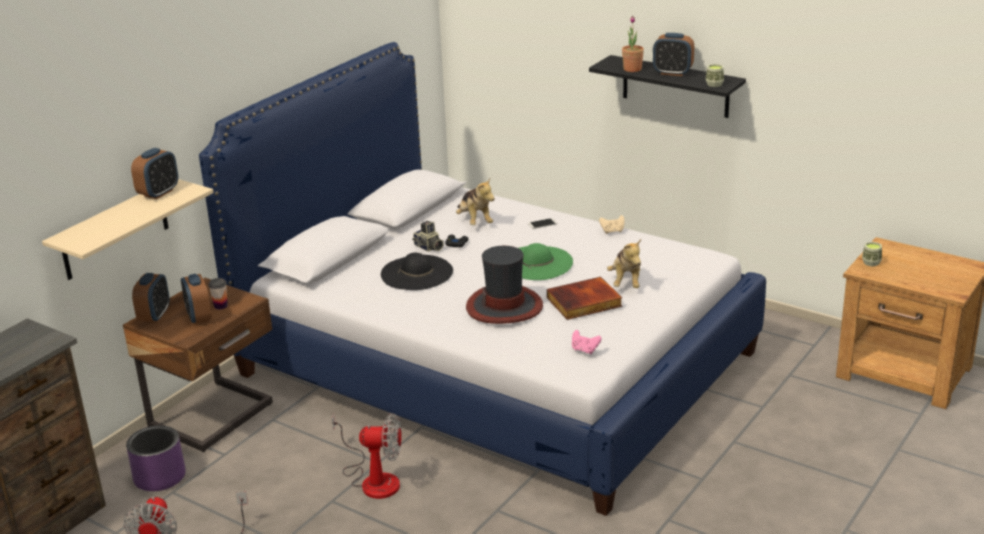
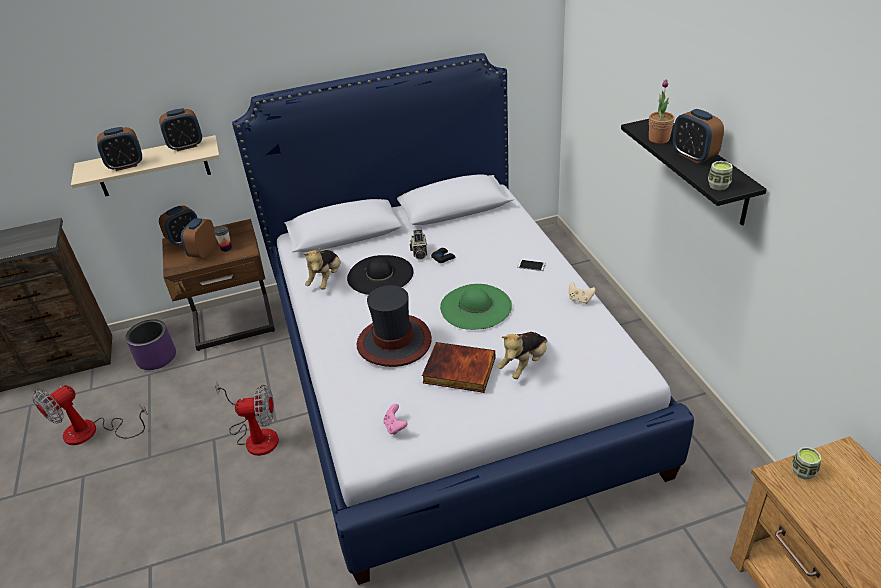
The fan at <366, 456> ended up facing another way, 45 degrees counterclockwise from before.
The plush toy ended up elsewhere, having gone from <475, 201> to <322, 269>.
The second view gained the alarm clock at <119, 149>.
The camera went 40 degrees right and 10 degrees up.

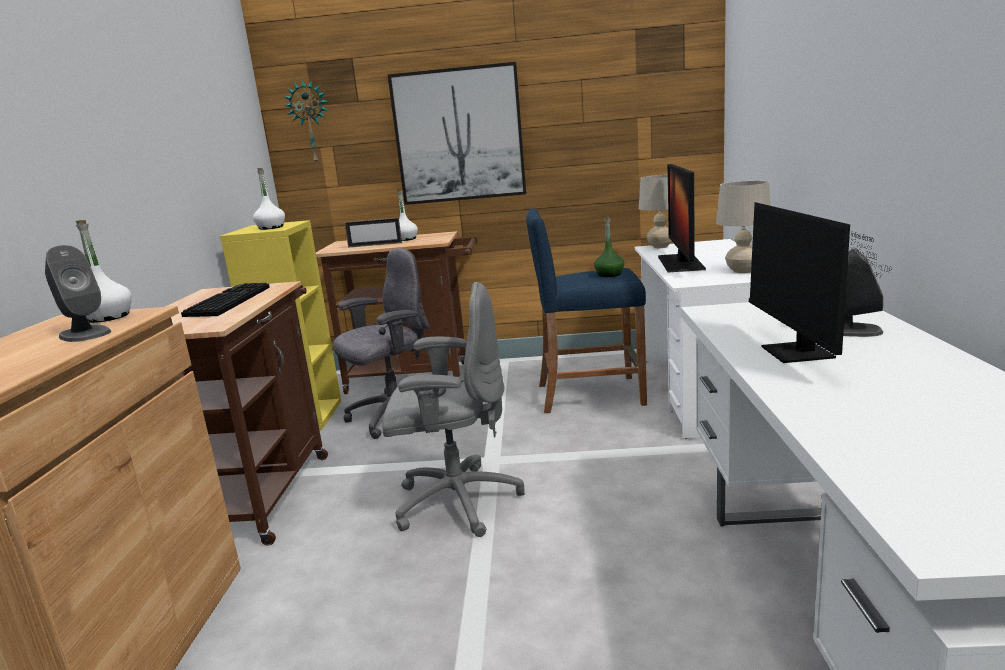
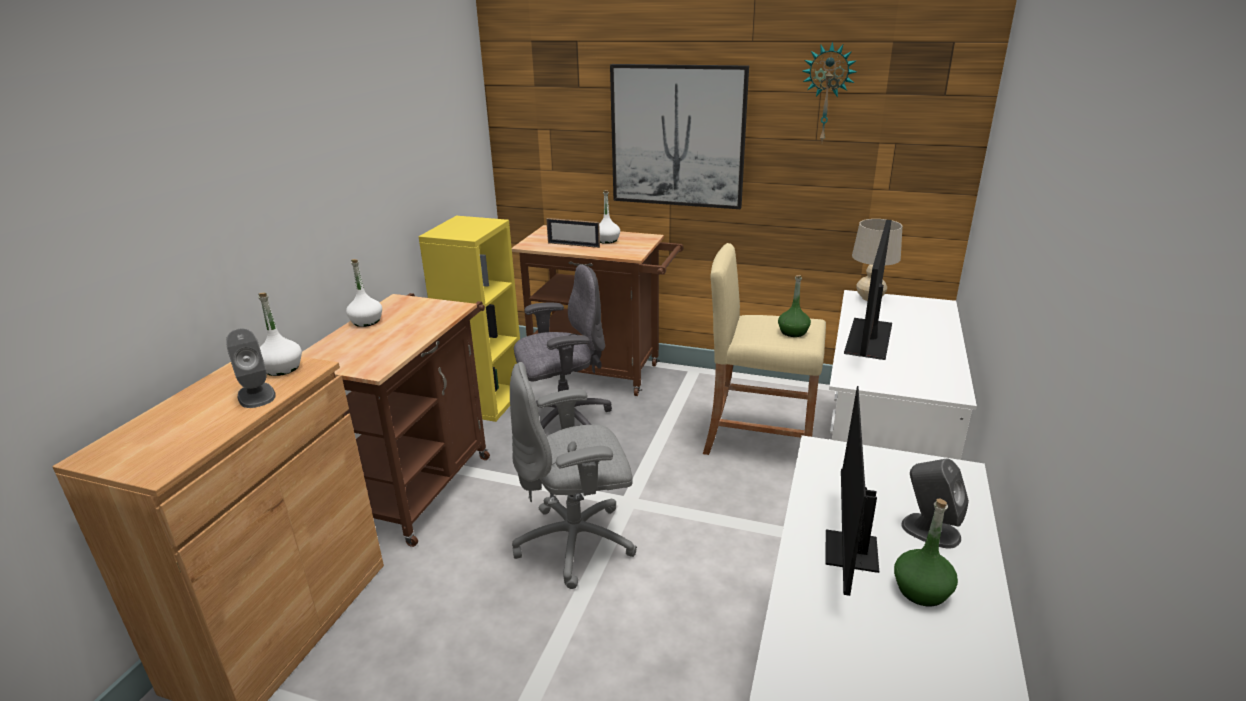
The second view lost the keyboard at <225, 300>.
The bottle in white ended up elsewhere, having gone from <269, 199> to <364, 293>.
The wall clock ended up elsewhere, having gone from <306, 122> to <829, 92>.
The office chair in grey at <453, 409> ended up facing another way, 150 degrees clockwise from before.
What was the stool in blue at <586, 310> turned into the stool in beige at <764, 349>.
The second view lost the table lamp in beige at <743, 227>.
The second view gained the bottle in green at <926, 553>.
The camera went 15 degrees right and 10 degrees up.

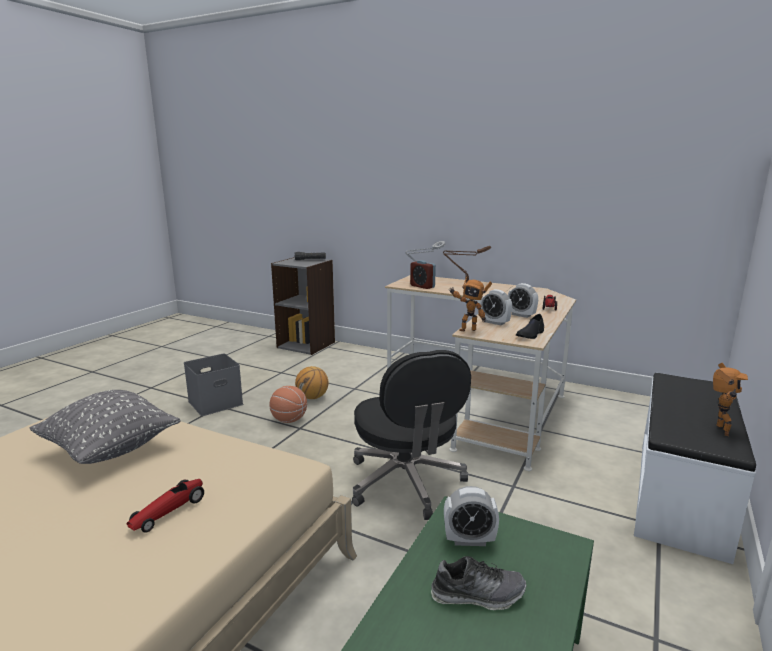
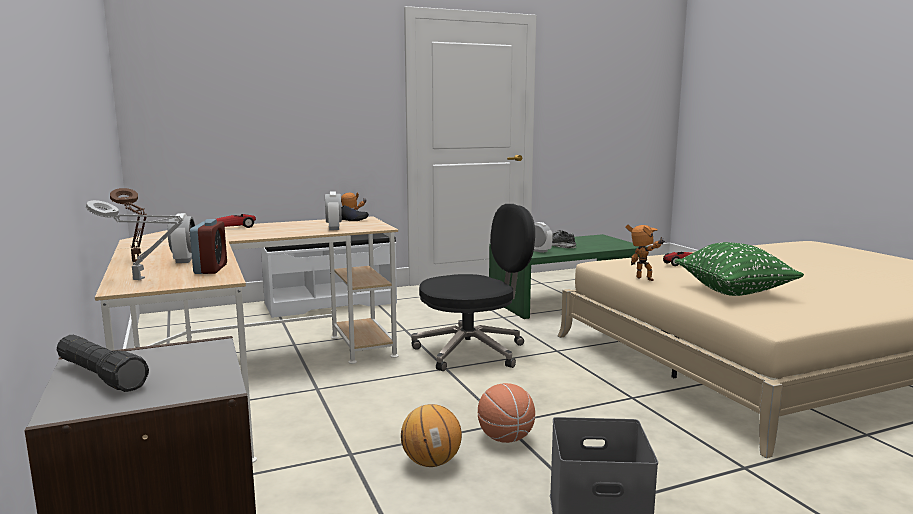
What was the pillow in grey at <105, 427> turned into the pillow in green at <739, 269>.
The office chair in black at <411, 435> ended up facing another way, 45 degrees clockwise from before.
The toy robot ended up elsewhere, having gone from <470, 303> to <645, 253>.
The alarm clock ended up elsewhere, having gone from <523, 300> to <181, 238>.
The camera went 140 degrees left and 5 degrees down.

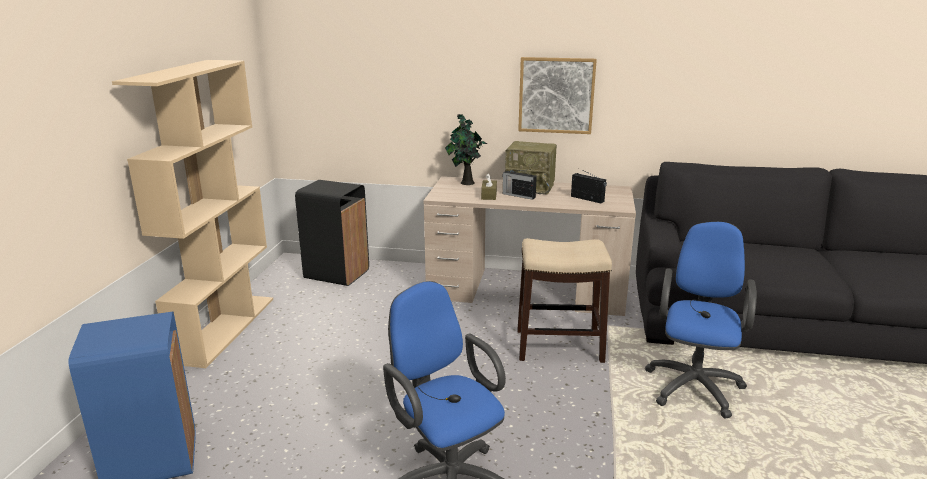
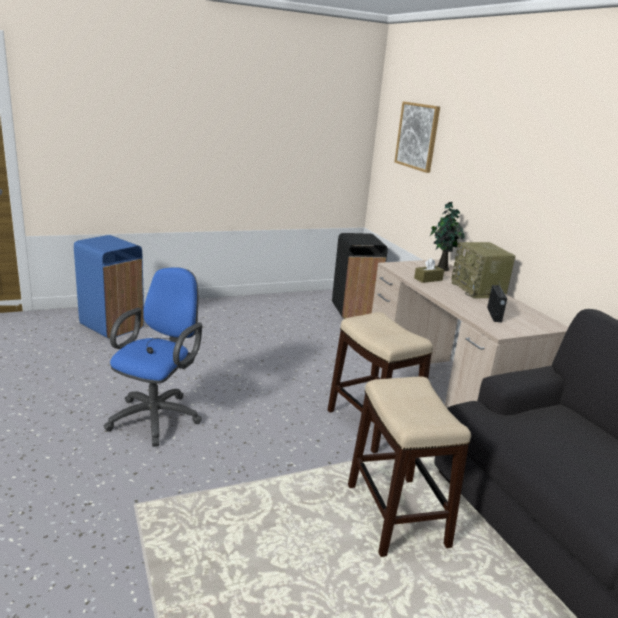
The second view lost the bookcase in beige at <192, 214>.
The second view lost the radio at <519, 184>.
The picture ended up elsewhere, having gone from <557, 95> to <417, 137>.
Where the office chair in blue stood at <701, 320>, the stool came to stand at <409, 467>.
The camera went 55 degrees right and 0 degrees up.

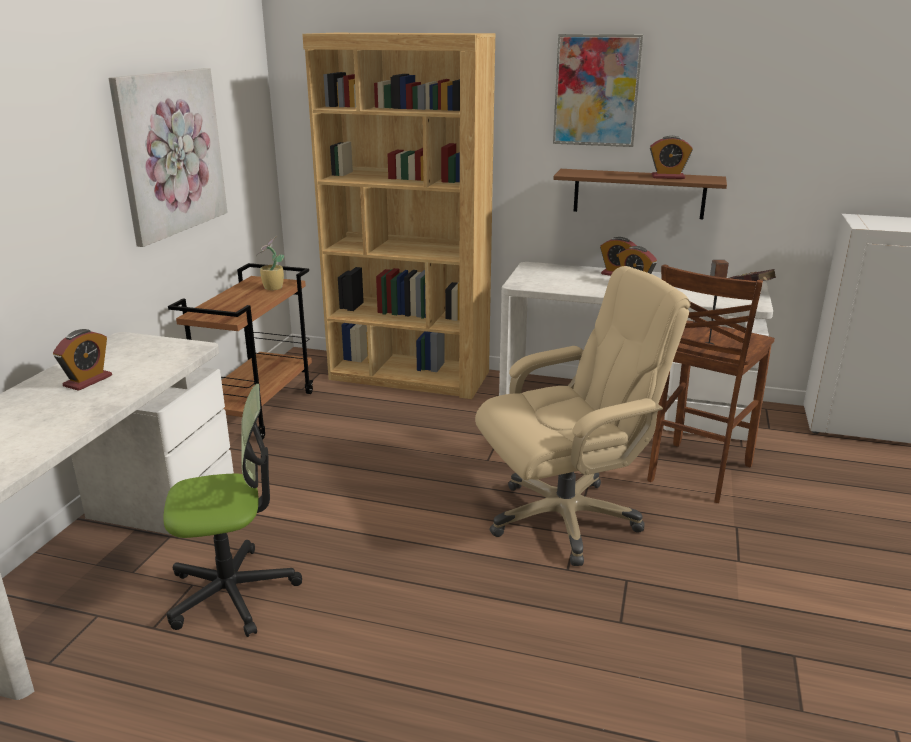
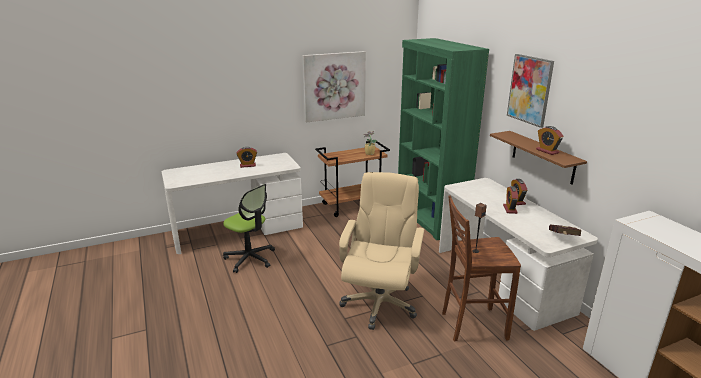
What was the bookcase in brown at <398, 216> turned into the bookcase in green at <443, 139>.
The office chair in beige at <582, 416> ended up facing another way, 105 degrees counterclockwise from before.
The camera went 50 degrees right and 0 degrees up.

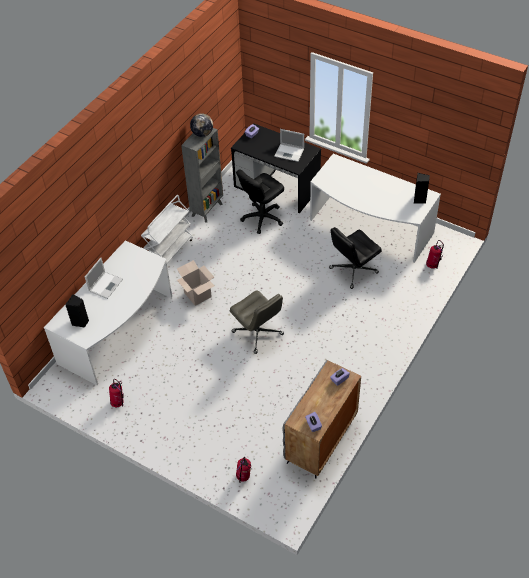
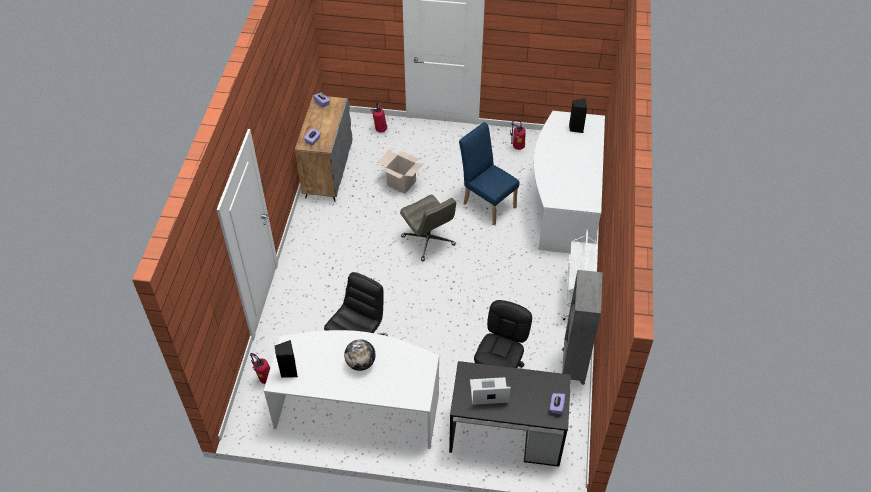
The second view lost the laptop at <104, 278>.
The cardboard box ended up elsewhere, having gone from <196, 283> to <401, 172>.
The globe ended up elsewhere, having gone from <201, 125> to <360, 355>.
The office chair in grey at <257, 322> ended up facing another way, 150 degrees counterclockwise from before.
The second view gained the chair in blue at <489, 173>.
The camera went 155 degrees right and 0 degrees up.

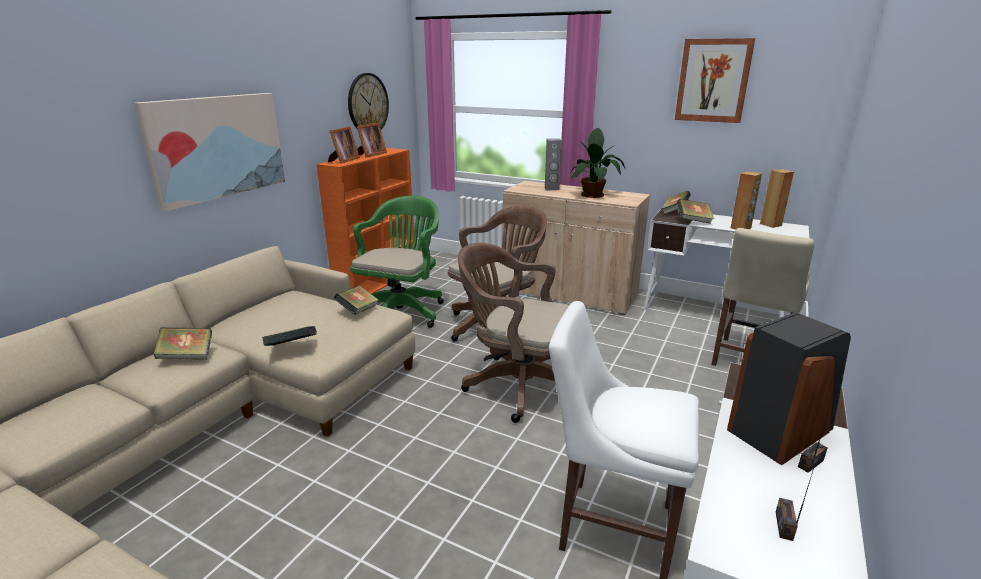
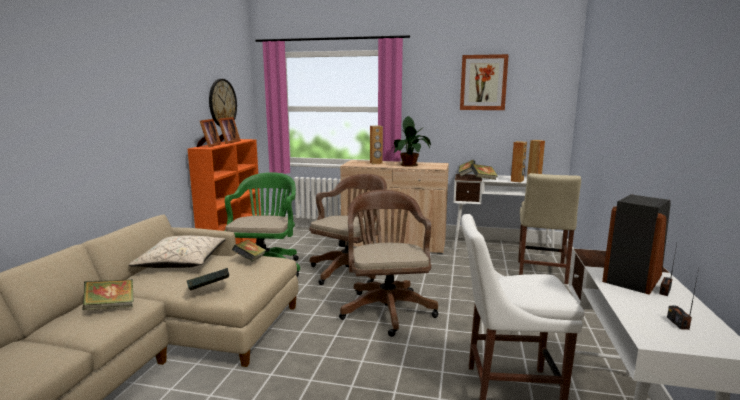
The second view lost the picture at <210, 152>.
The office chair in brown at <513, 333> ended up facing another way, 75 degrees clockwise from before.
What was the speaker in grey at <553, 164> turned into the speaker in brown at <376, 144>.
The second view gained the pillow in beige at <177, 251>.
The camera went 15 degrees left and 10 degrees down.

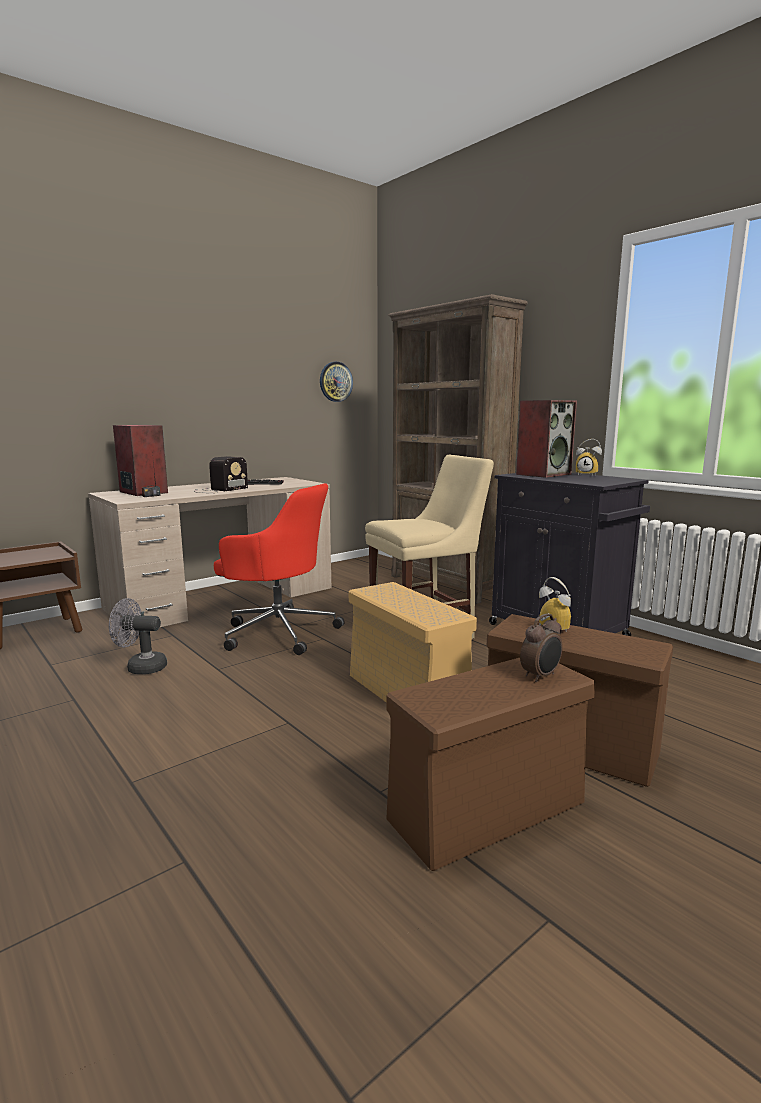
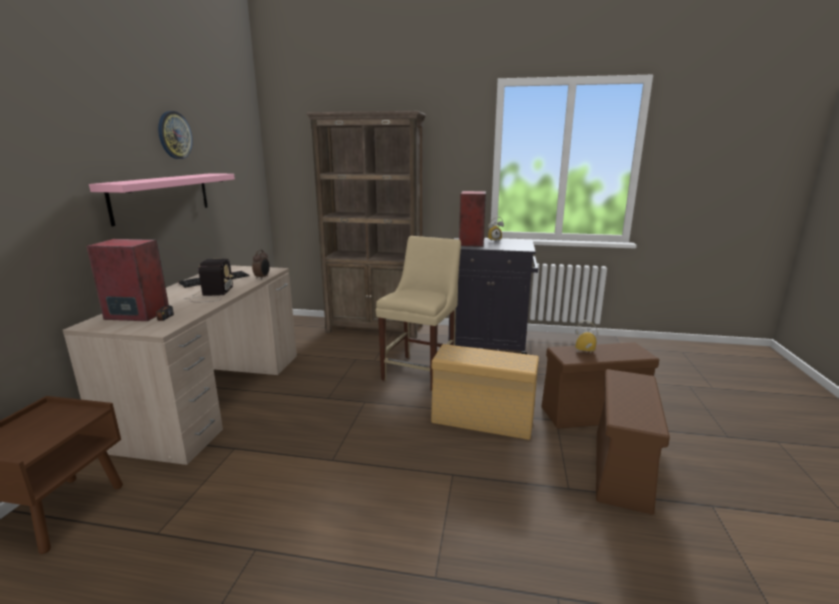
The second view lost the fan in grey at <138, 636>.
The second view lost the office chair in red at <279, 569>.
The wall clock ended up elsewhere, having gone from <336, 382> to <175, 135>.
The alarm clock ended up elsewhere, having gone from <541, 648> to <261, 265>.
The second view gained the shelf in pink at <162, 199>.
The camera went 40 degrees left and 5 degrees up.

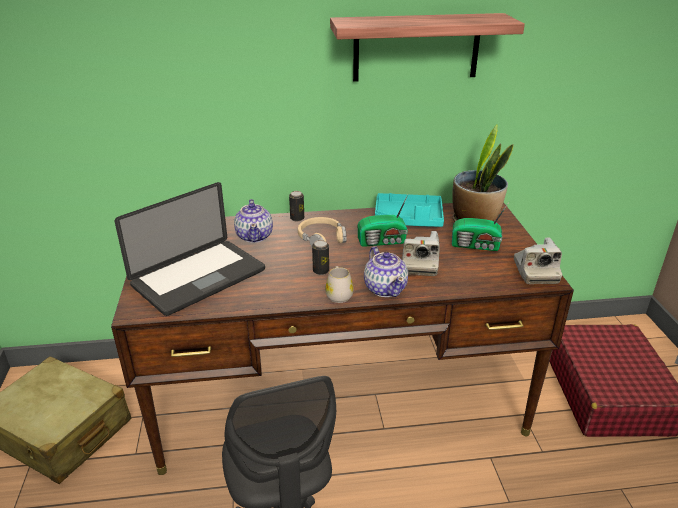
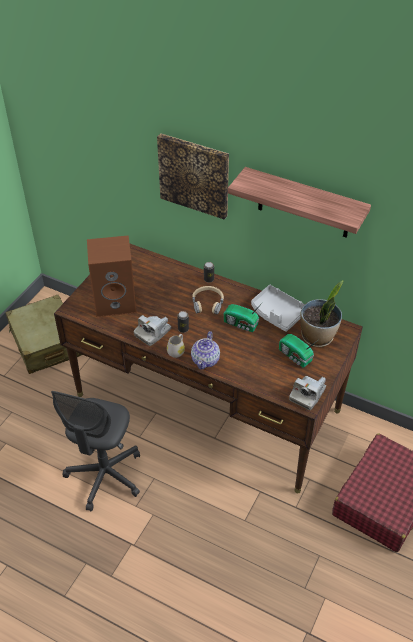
Where the laptop stood at <190, 249>, the speaker in brown came to stand at <112, 276>.
The second view lost the teapot at <253, 221>.
What was the tray in turquoise at <409, 210> turned into the tray in grey at <278, 308>.
The photo camera ended up elsewhere, having gone from <421, 253> to <152, 330>.
The second view gained the picture at <193, 176>.
The camera went 35 degrees right and 15 degrees up.

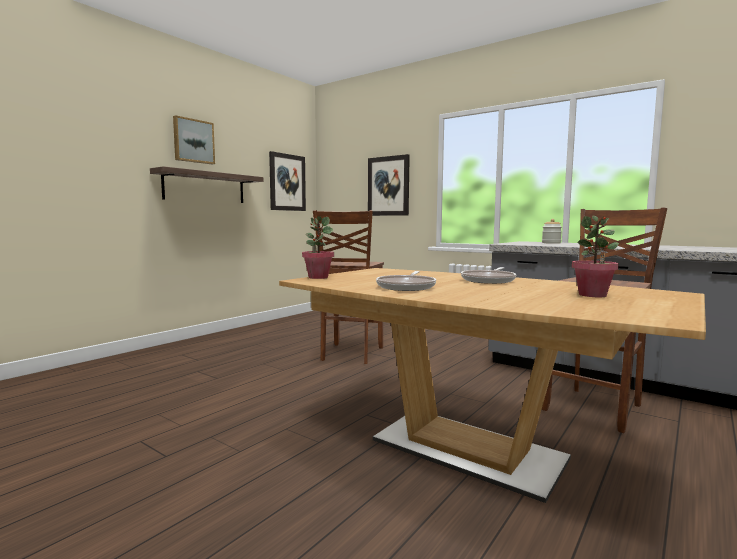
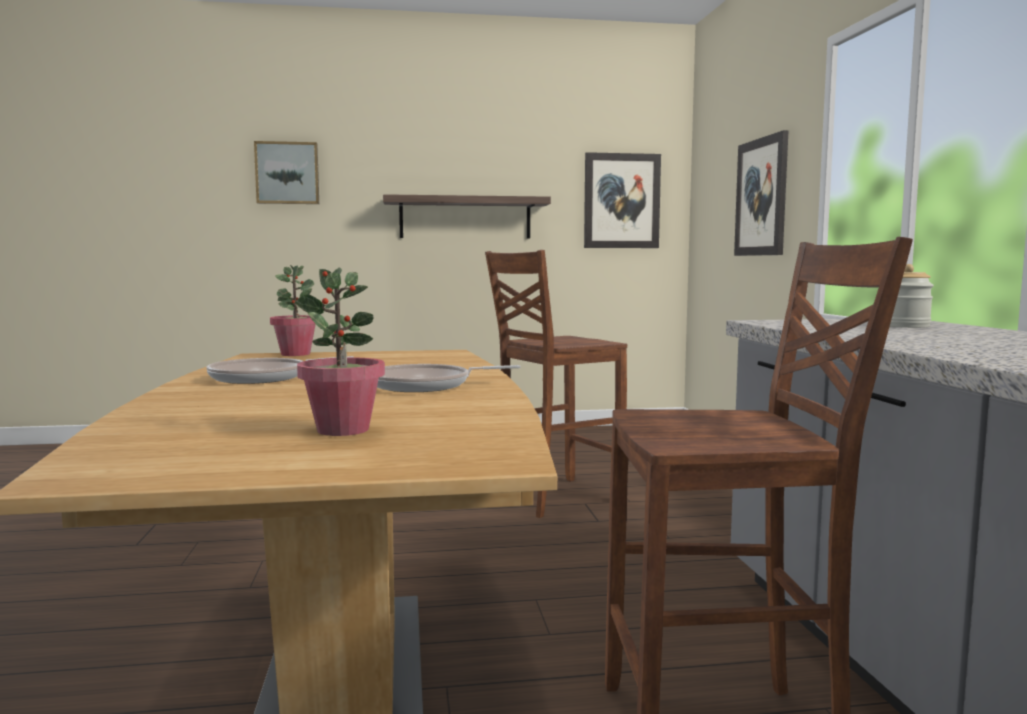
The picture ended up elsewhere, having gone from <194, 139> to <286, 172>.
The camera went 45 degrees right and 0 degrees up.

